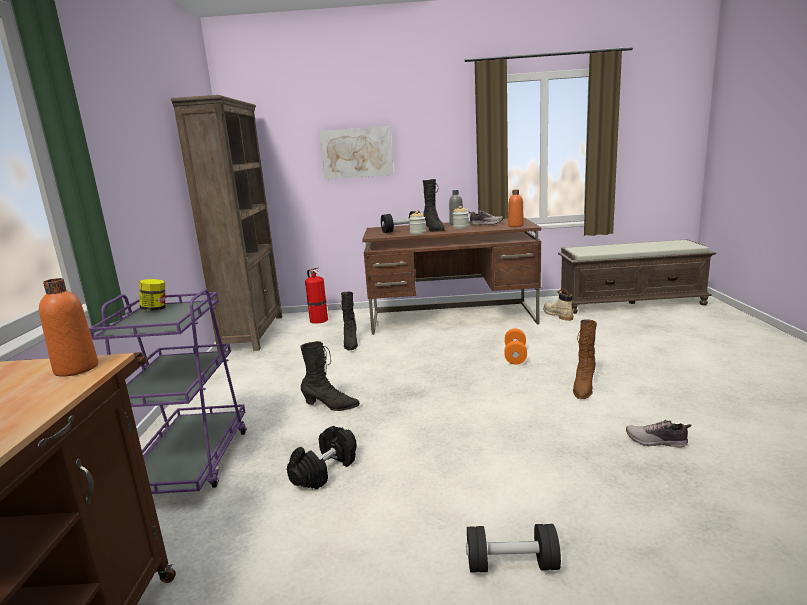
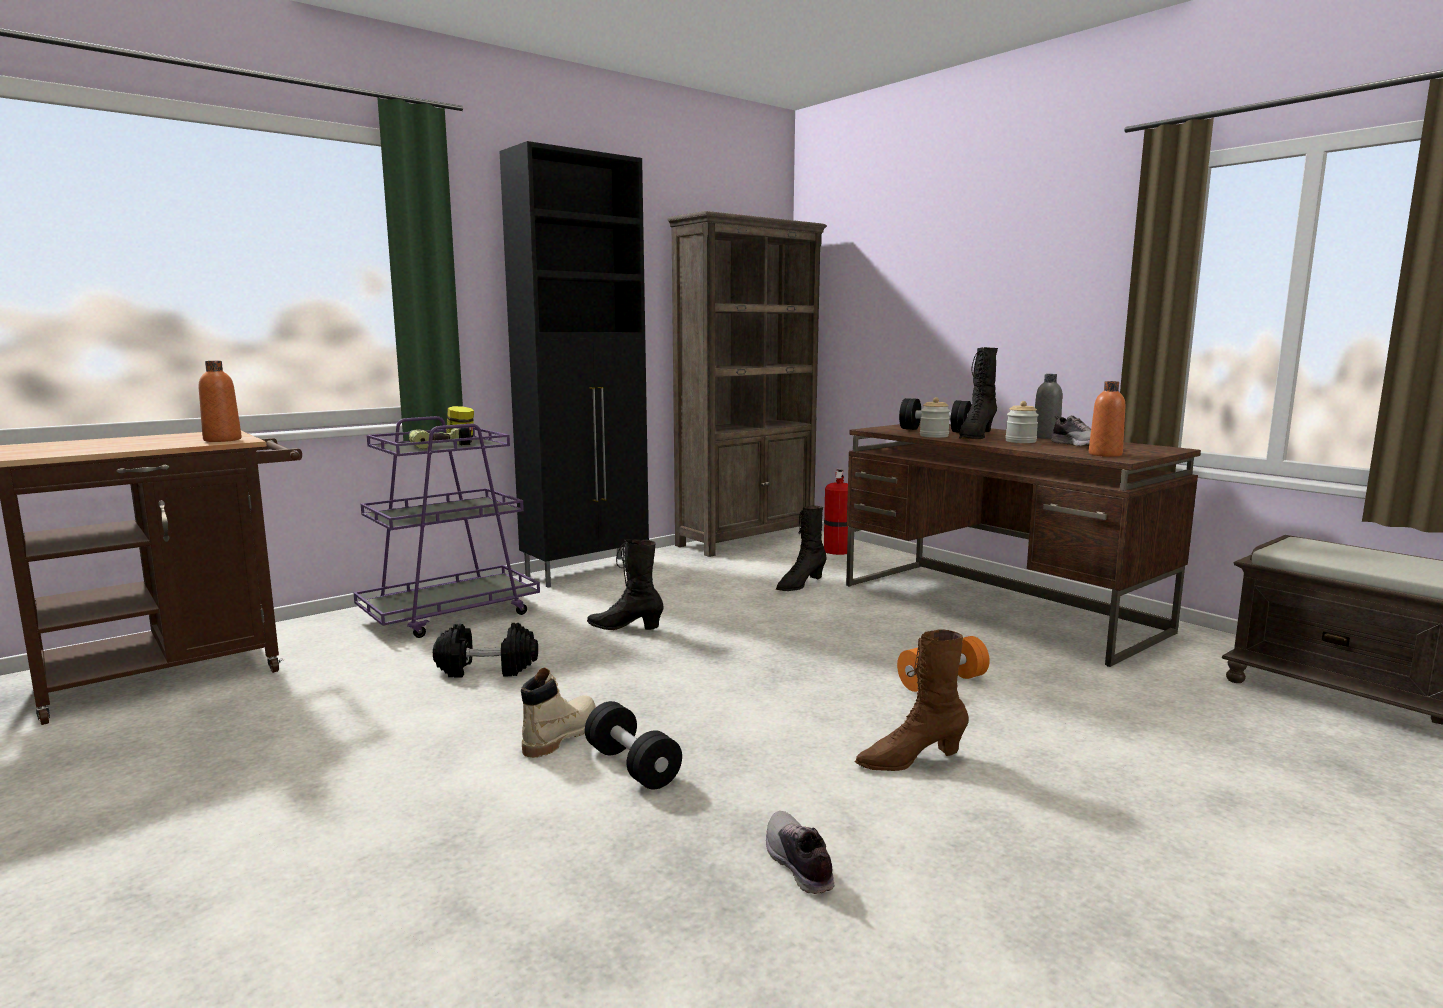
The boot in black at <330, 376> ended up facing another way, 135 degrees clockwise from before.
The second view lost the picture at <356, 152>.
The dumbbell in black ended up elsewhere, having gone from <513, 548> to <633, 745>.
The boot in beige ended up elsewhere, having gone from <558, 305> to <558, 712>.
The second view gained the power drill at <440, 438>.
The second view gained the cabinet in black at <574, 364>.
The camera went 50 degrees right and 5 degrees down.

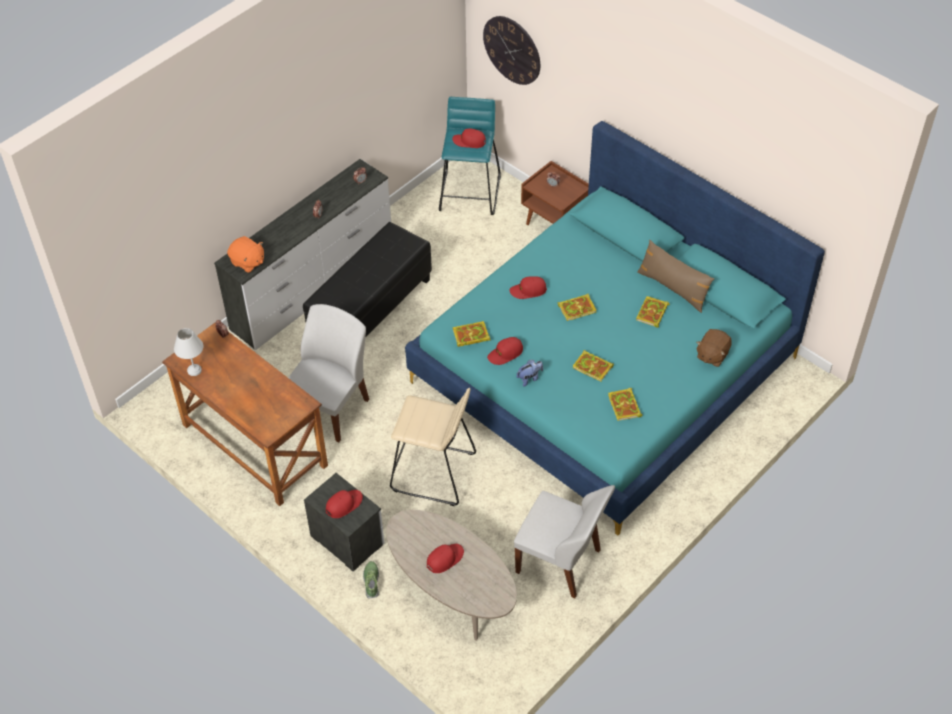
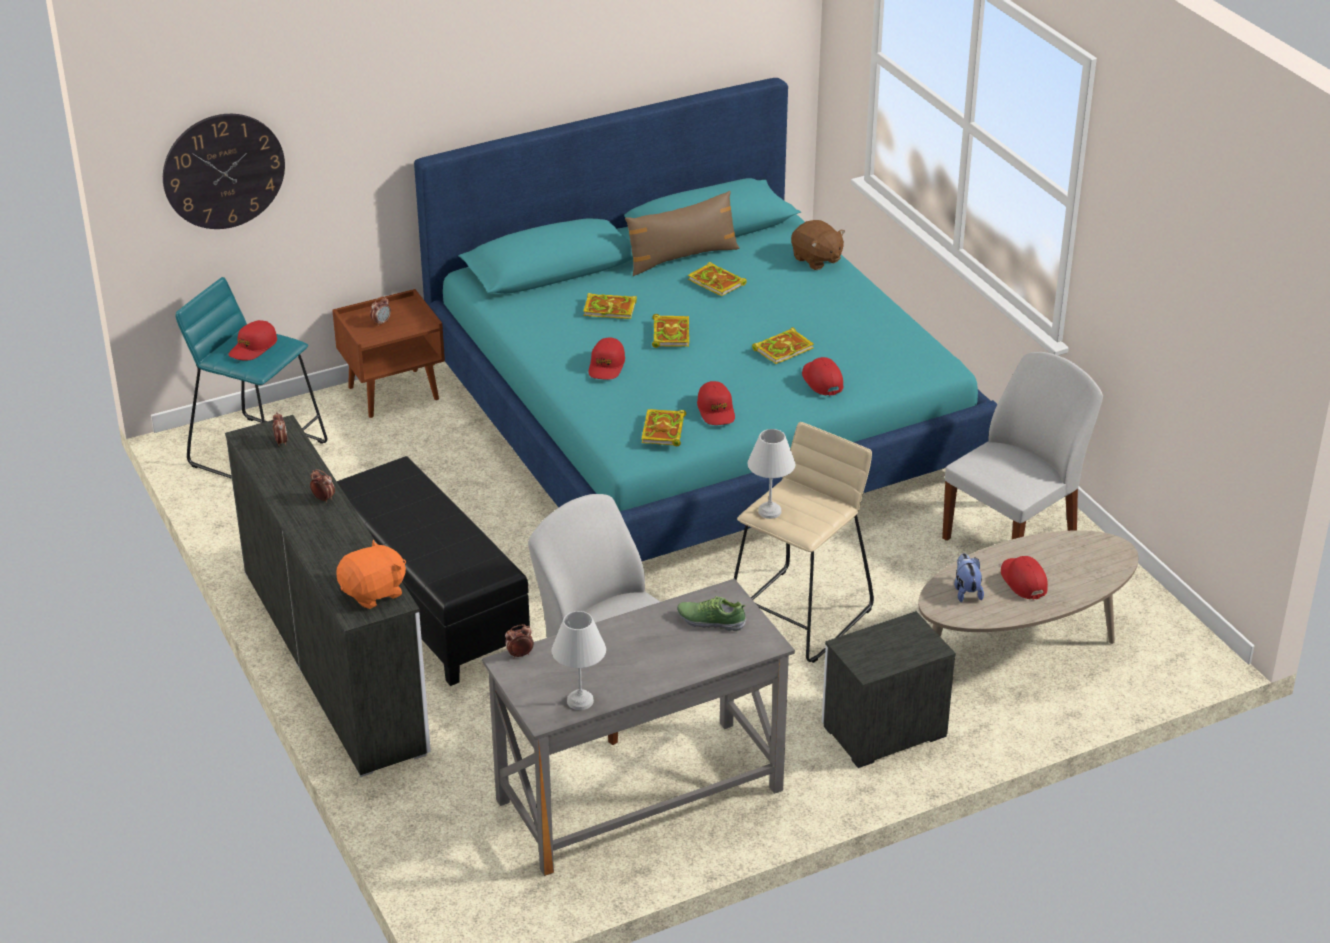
What was the desk in brown at <245, 414> turned into the desk in grey at <638, 727>.
The cap in red ended up elsewhere, having gone from <344, 504> to <823, 376>.
The shoe ended up elsewhere, having gone from <371, 580> to <711, 613>.
The plush toy ended up elsewhere, having gone from <529, 373> to <969, 577>.
The book ended up elsewhere, having gone from <625, 404> to <610, 306>.
The second view gained the table lamp in white at <771, 474>.
The camera went 70 degrees left and 15 degrees down.

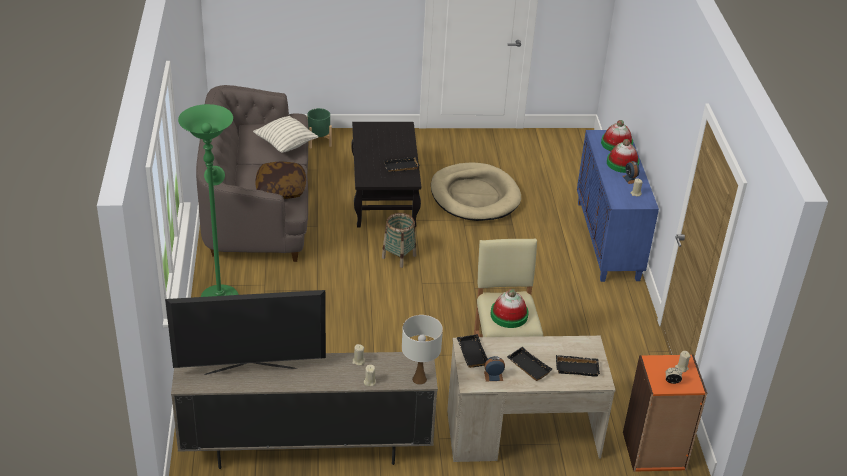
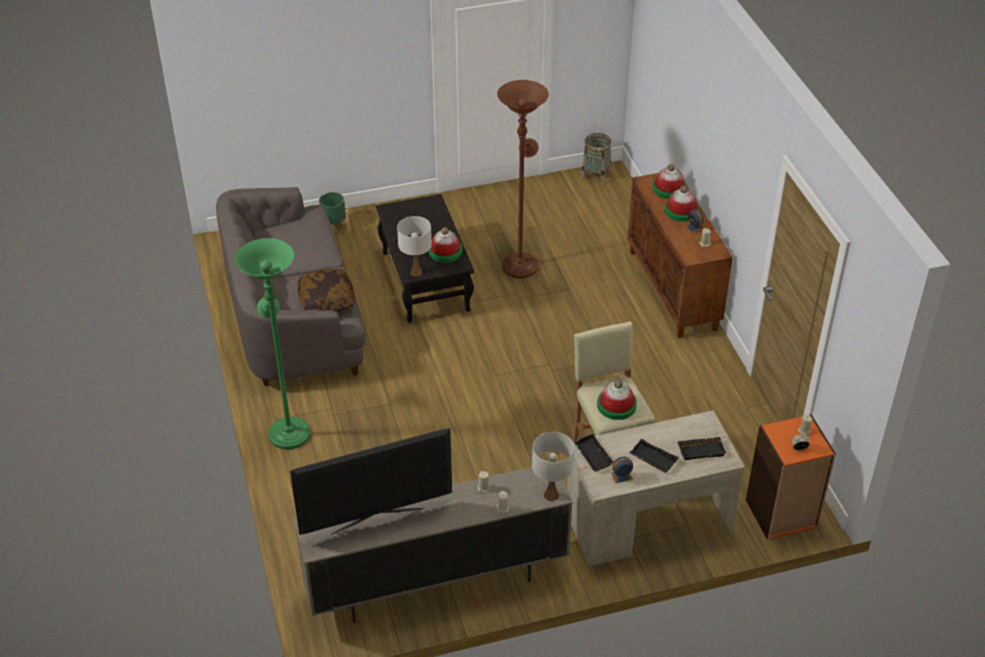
The second view lost the pillow at <285, 134>.
The basket ended up elsewhere, having gone from <399, 240> to <596, 158>.
Where the tray in black stood at <401, 164>, the hat came to stand at <445, 245>.
Where the dog bed in beige stood at <476, 191>, the floor lamp in brown came to stand at <523, 179>.
What was the cabinet in blue at <618, 206> turned into the cabinet in brown at <680, 255>.
The second view gained the table lamp in white at <414, 246>.
The camera went 10 degrees left and 5 degrees up.

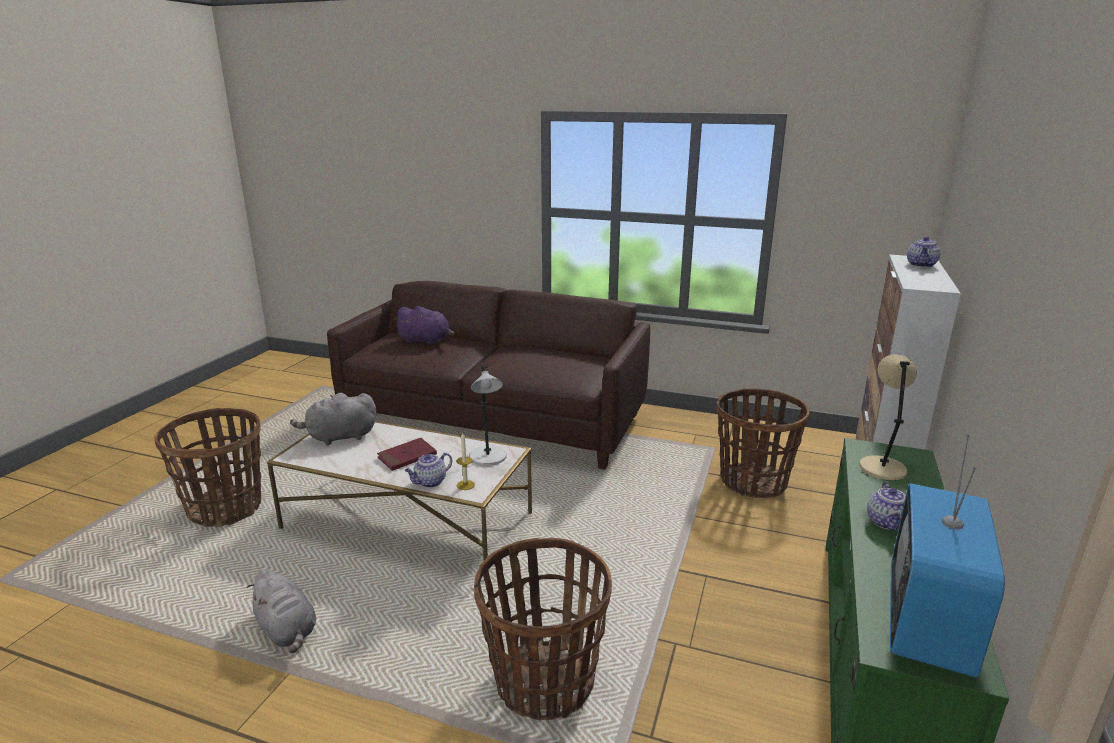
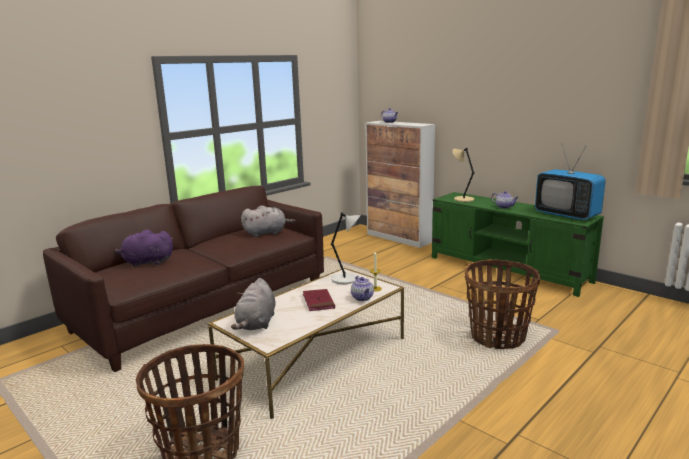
The plush toy in grey ended up elsewhere, having gone from <281, 611> to <268, 221>.
The plush toy in purple at <424, 325> ended up facing another way, 135 degrees counterclockwise from before.
The second view lost the basket at <762, 443>.
The camera went 65 degrees left and 5 degrees down.

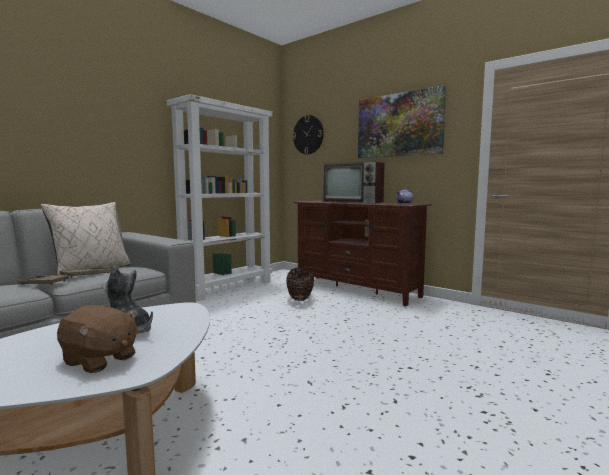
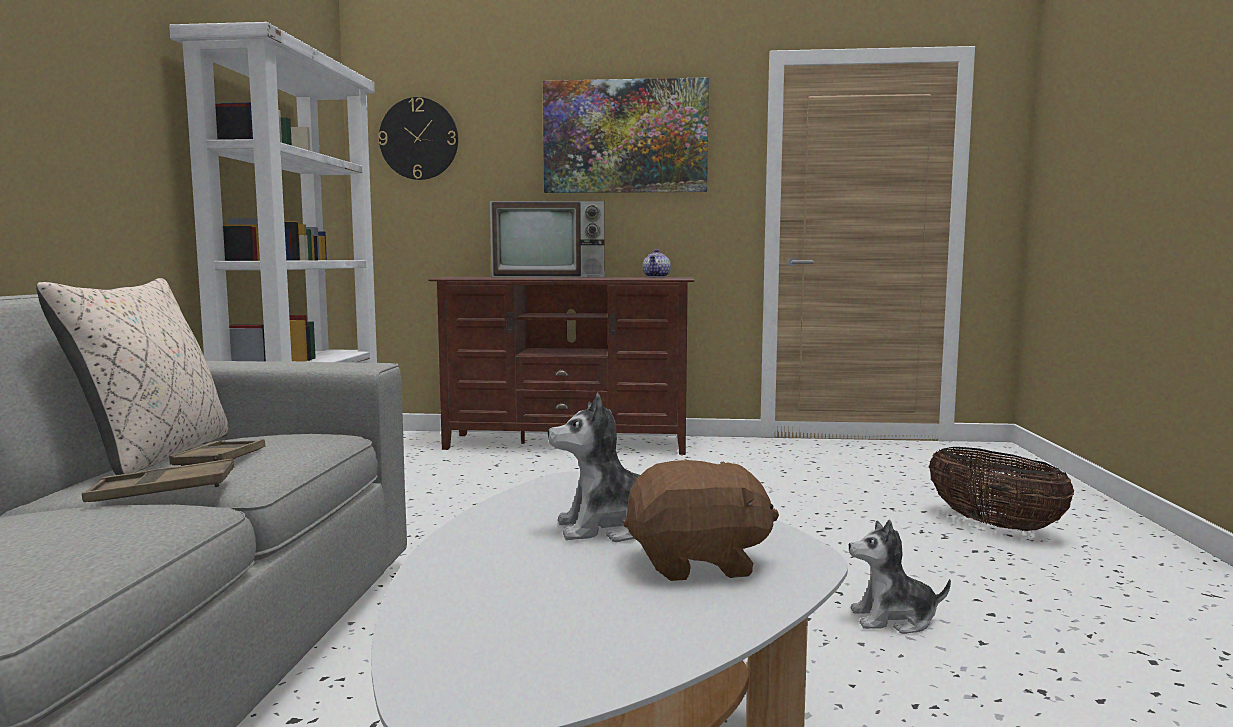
The basket ended up elsewhere, having gone from <300, 284> to <1001, 489>.
The second view gained the plush toy at <900, 576>.
The camera went 35 degrees left and 0 degrees up.

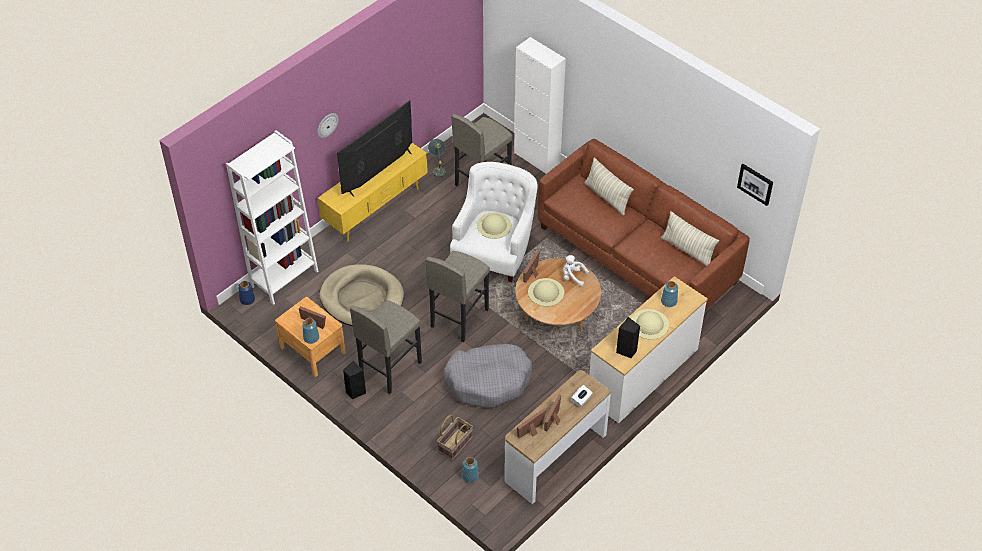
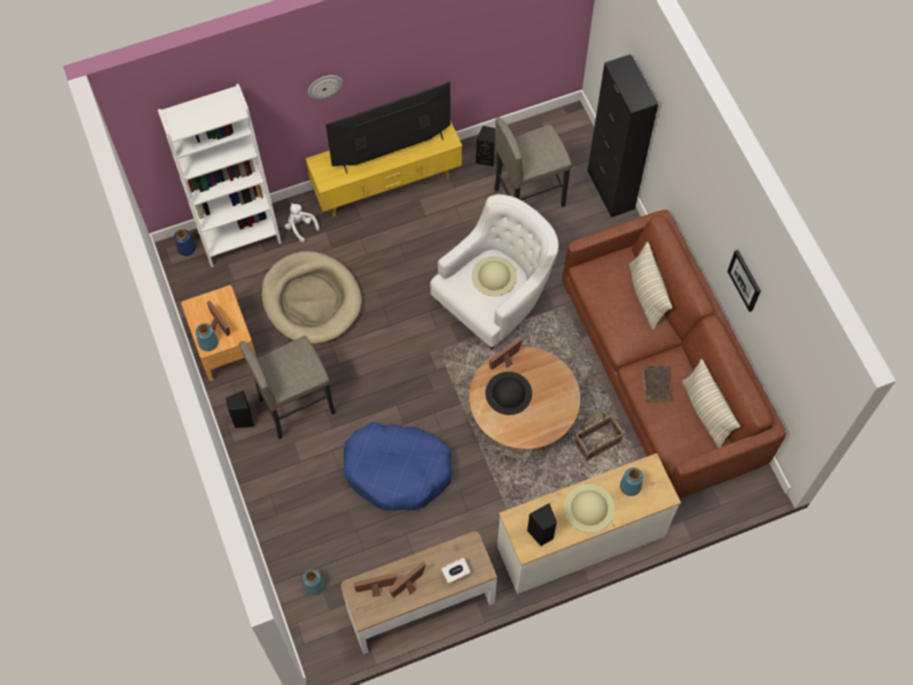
The second view lost the stool in grey at <457, 296>.
Where the table lamp in grey stood at <437, 158>, the speaker in black came to stand at <485, 146>.
The basket ended up elsewhere, having gone from <455, 438> to <599, 437>.
What was the dog bed in grey at <487, 376> turned into the dog bed in blue at <398, 466>.
What was the cabinet in white at <540, 105> turned into the cabinet in black at <622, 135>.
What was the hat in beige at <546, 292> turned into the hat in black at <508, 393>.
The plush toy in white ended up elsewhere, having gone from <576, 270> to <301, 222>.
The picture ended up elsewhere, having gone from <755, 185> to <744, 281>.
The second view gained the book in brown at <656, 384>.
The camera went 25 degrees right and 15 degrees up.

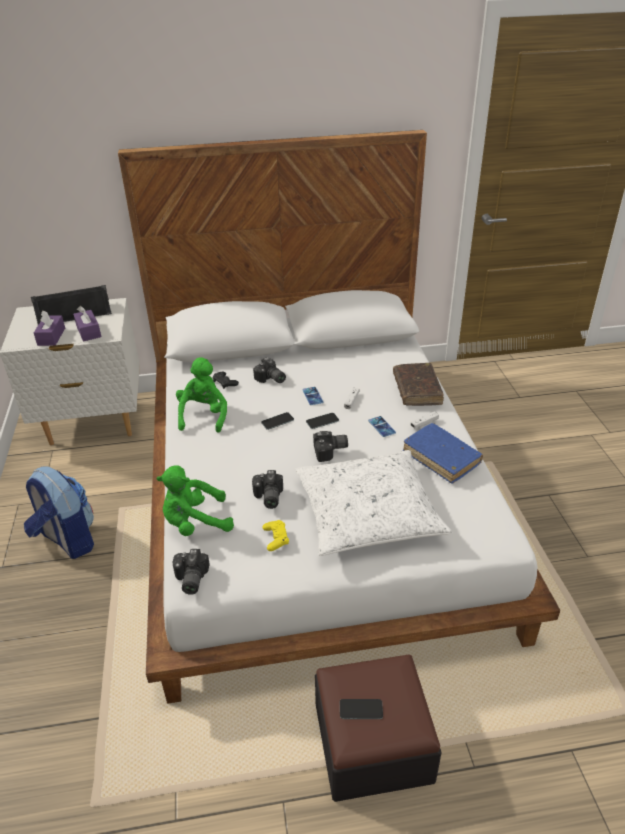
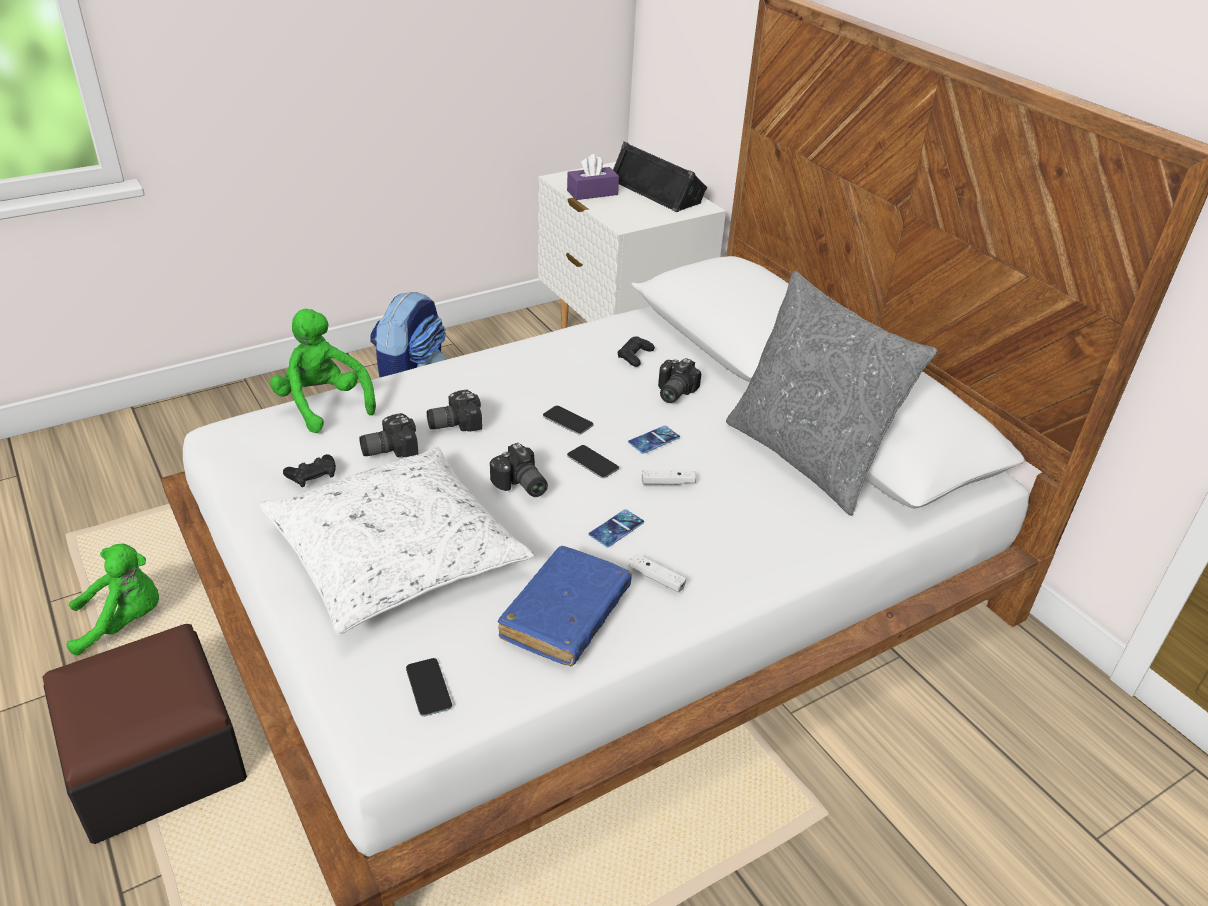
The second view lost the tissue box in purple at <87, 323>.
The photo camera ended up elsewhere, having gone from <191, 572> to <454, 411>.
The plush toy in green ended up elsewhere, having gone from <201, 395> to <112, 599>.
What was the game controller in yellow at <275, 535> turned into the game controller in black at <309, 471>.
The phone ended up elsewhere, having gone from <361, 709> to <429, 687>.
The second view lost the book in brown at <418, 384>.
The second view gained the pillow in grey at <831, 393>.
The camera went 65 degrees right and 0 degrees up.

